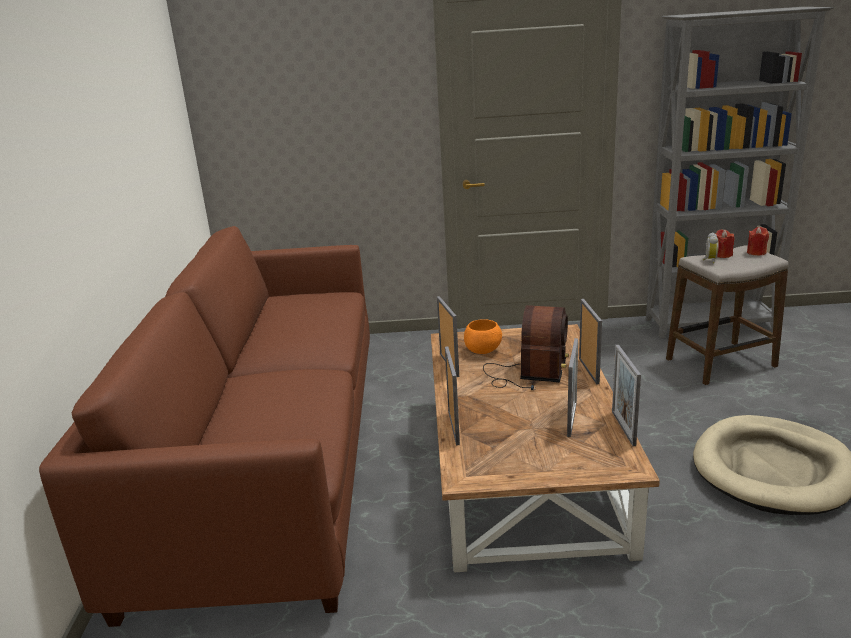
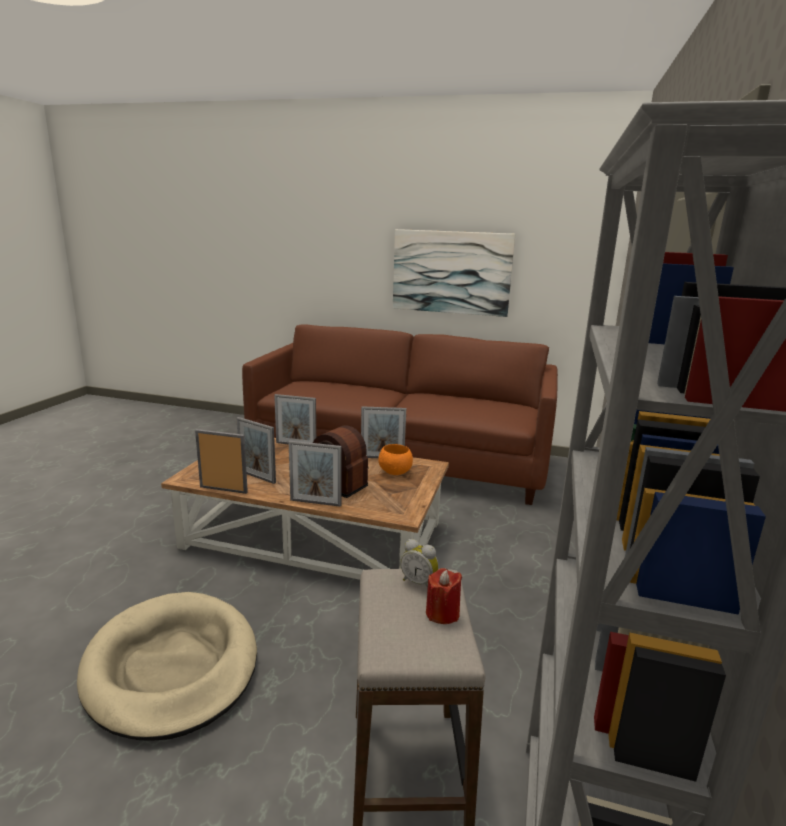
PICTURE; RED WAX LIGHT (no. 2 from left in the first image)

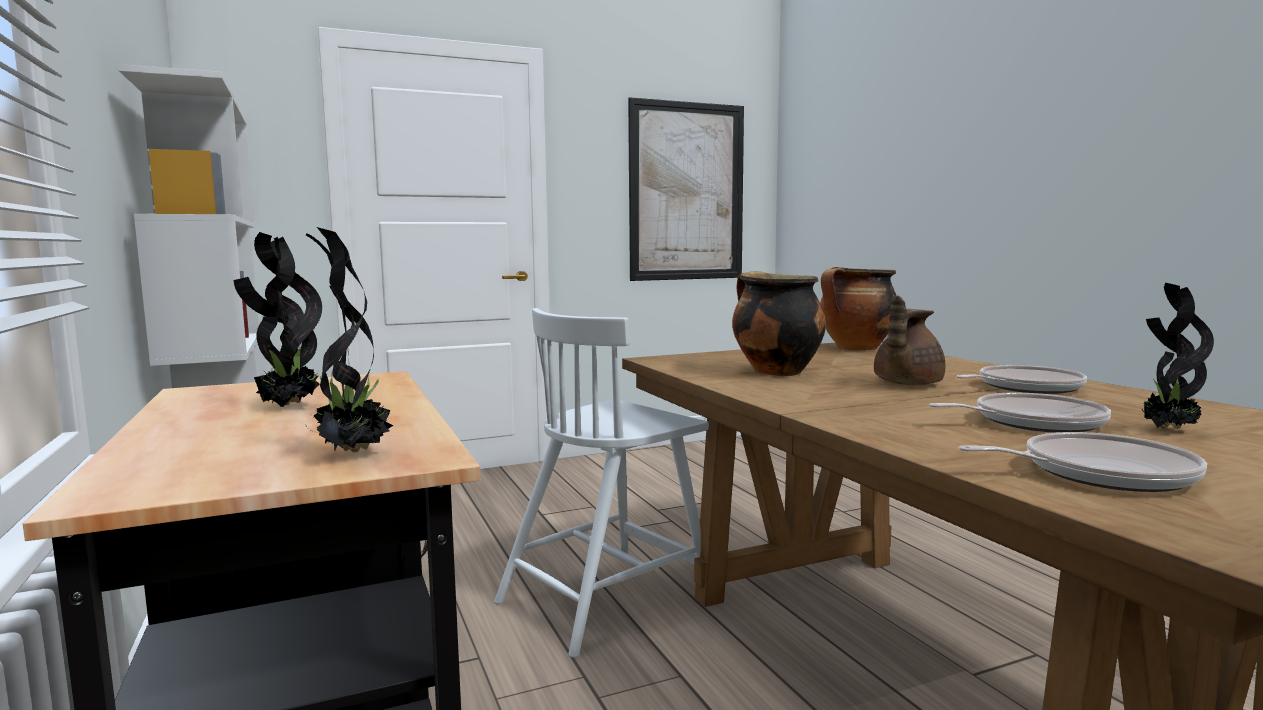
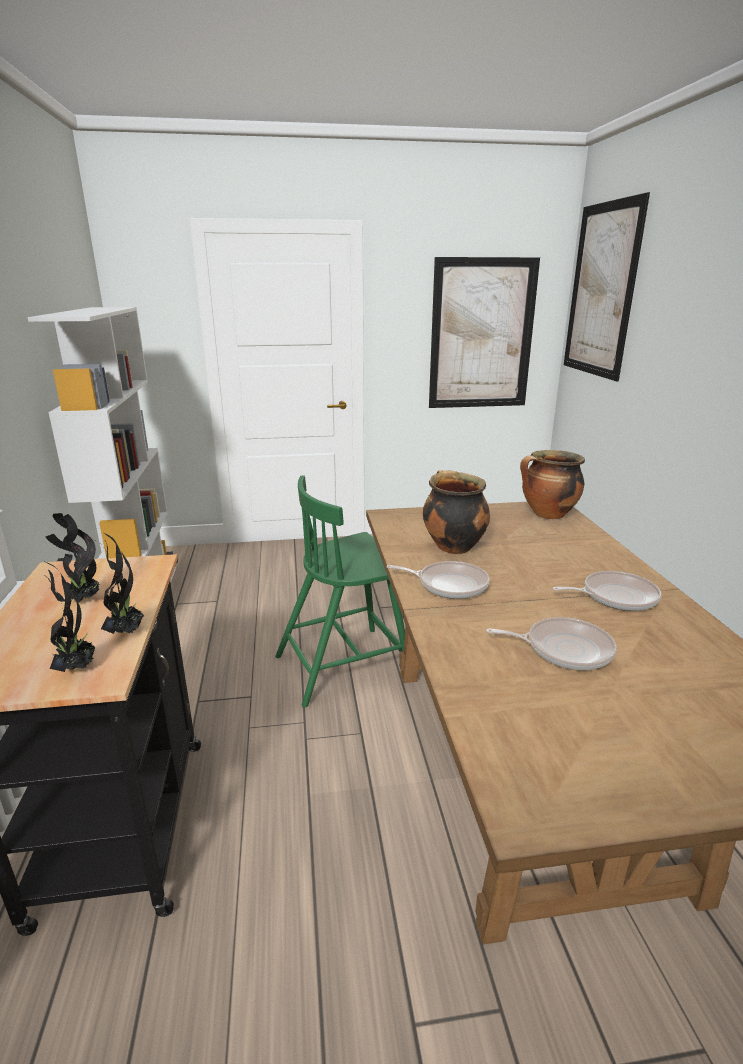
POTTED PLANT (no. 3 from left); GREEN PLAIN CHAIR; FRYING PAN (no. 1 from left); PICTURE (no. 2 from left); BROWNISH POT FOR TEA

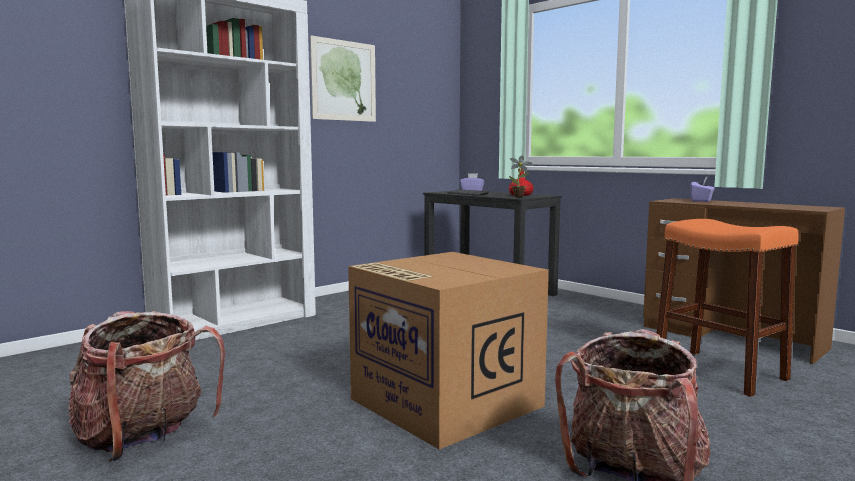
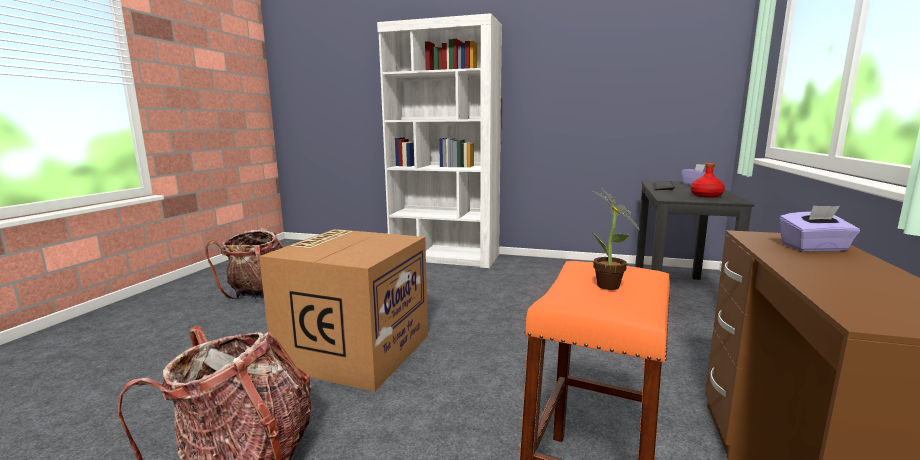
POTTED PLANT; PICTURE

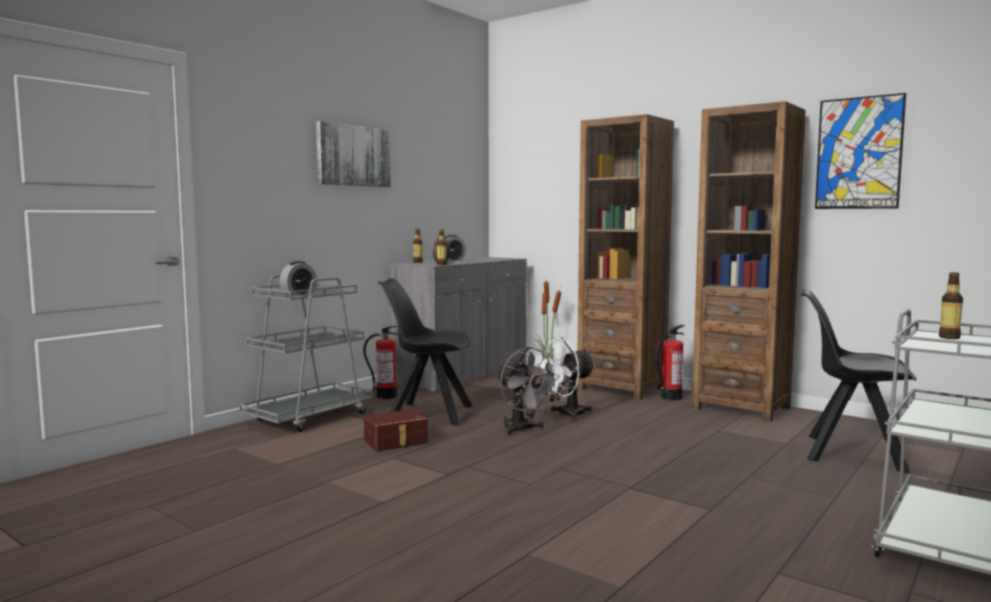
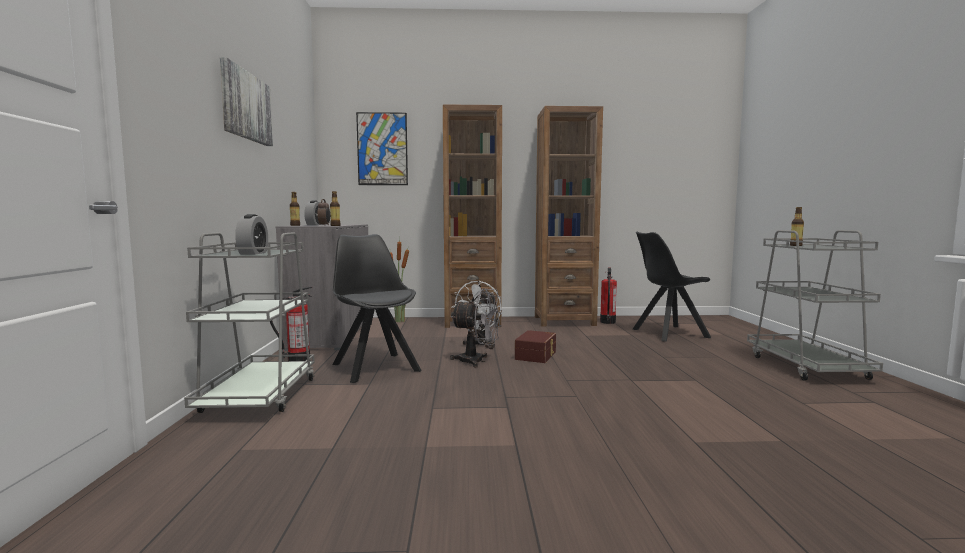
BLACK PLAIN CHAIR (no. 1 from left); PICTURE (no. 2 from left); BROWNISH STORAGE BOX; EXTINGUISHER (no. 2 from left)

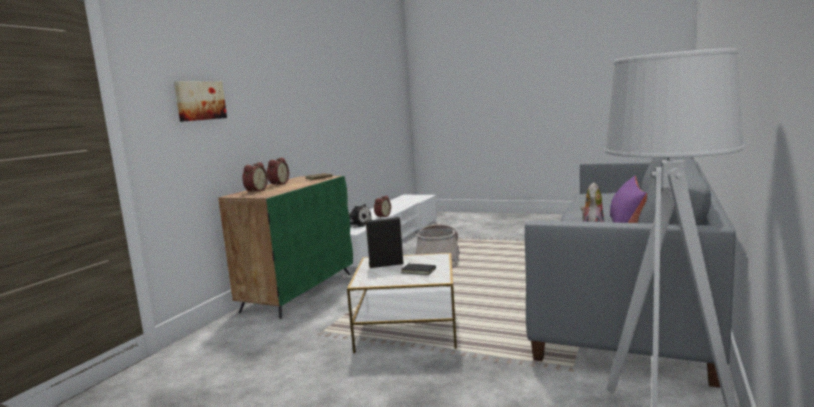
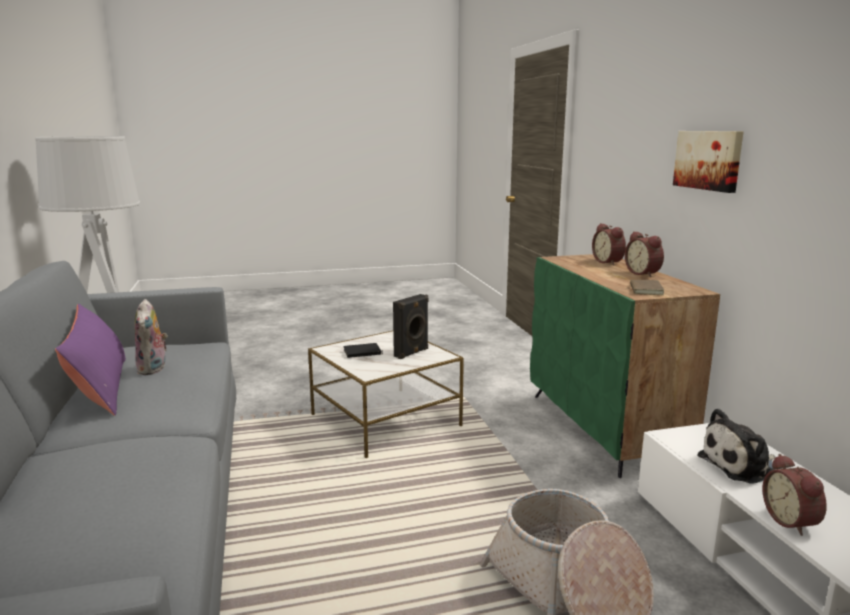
PICTURE

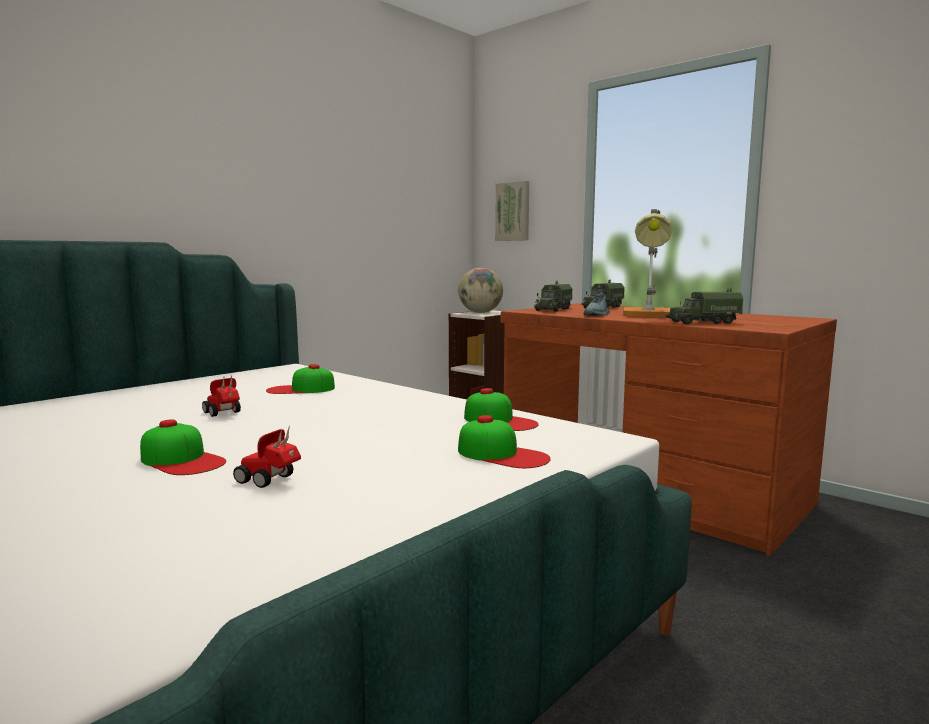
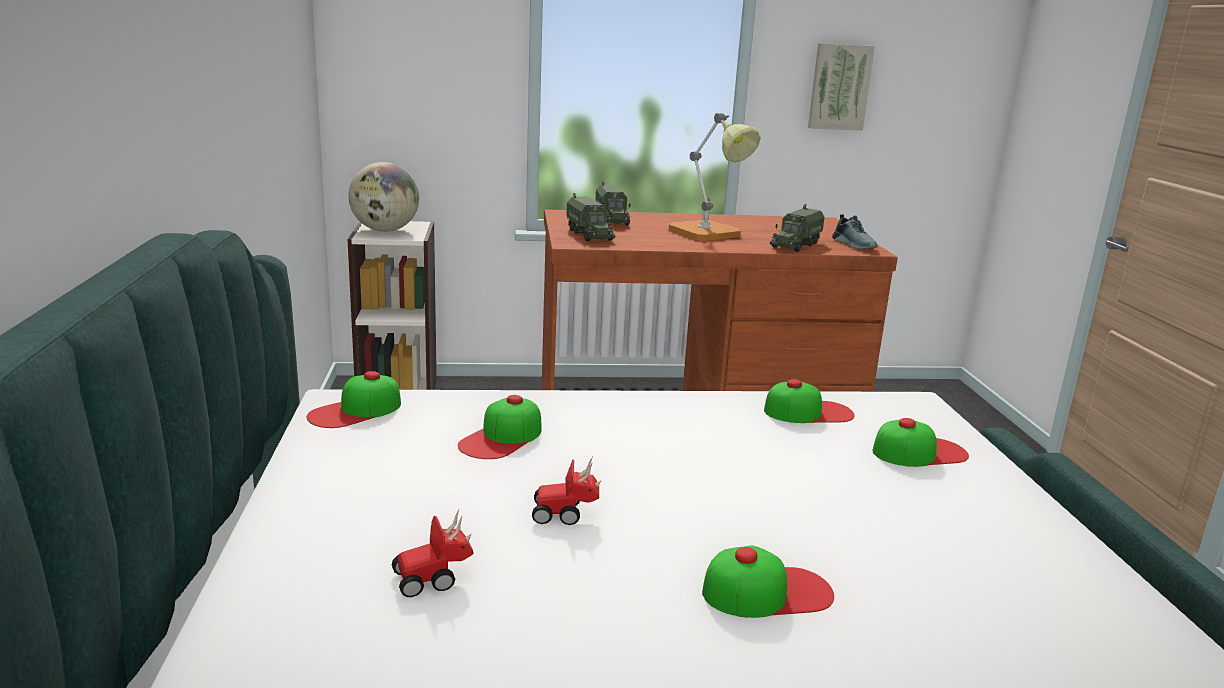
PEAKED CAP (no. 1 from left); MINIATURE CAR (no. 1 from left); PICTURE; ITEM OF FOOTWEAR

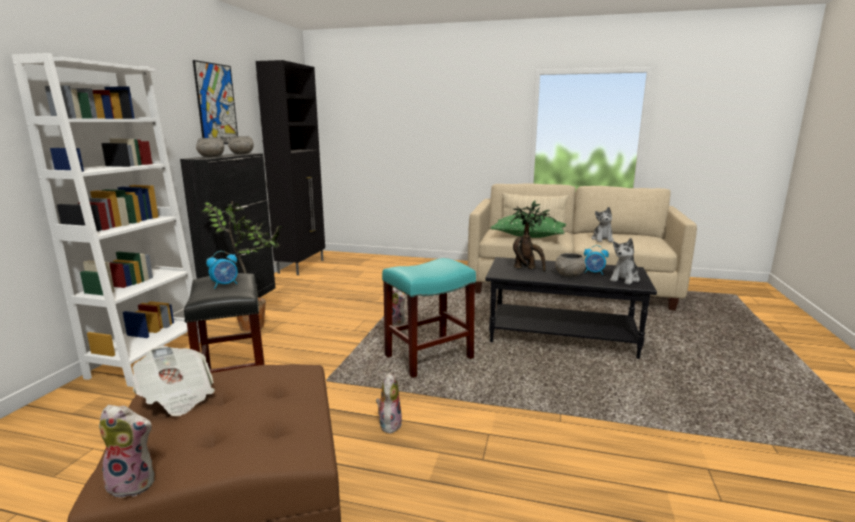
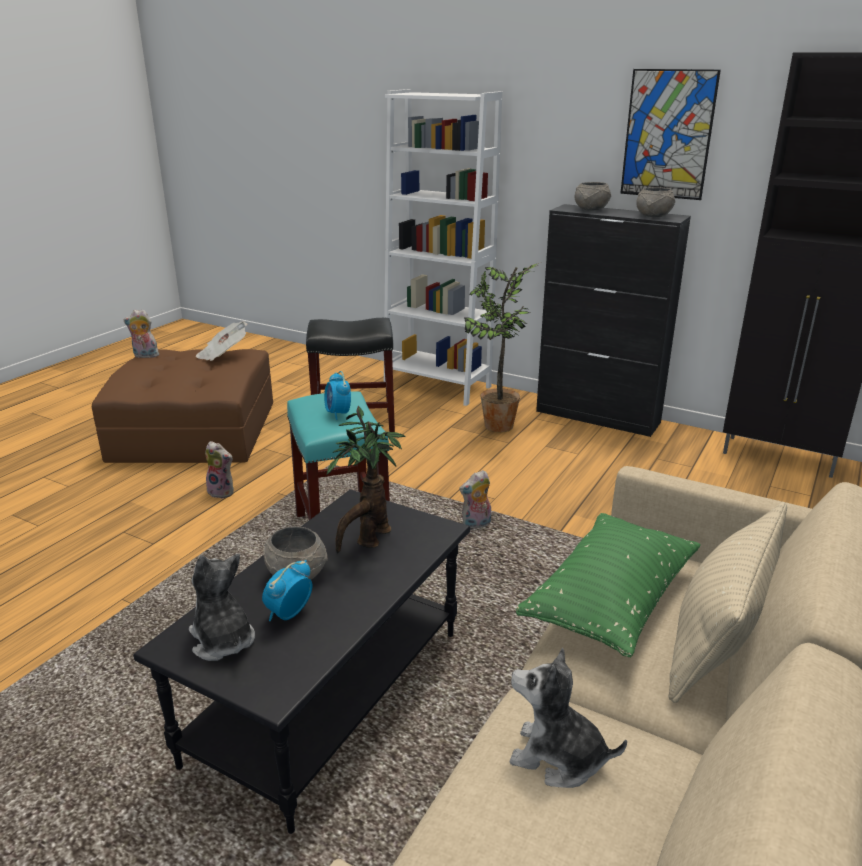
PLUSH TOY (no. 1 from left); ALARM CLOCK (no. 2 from left)

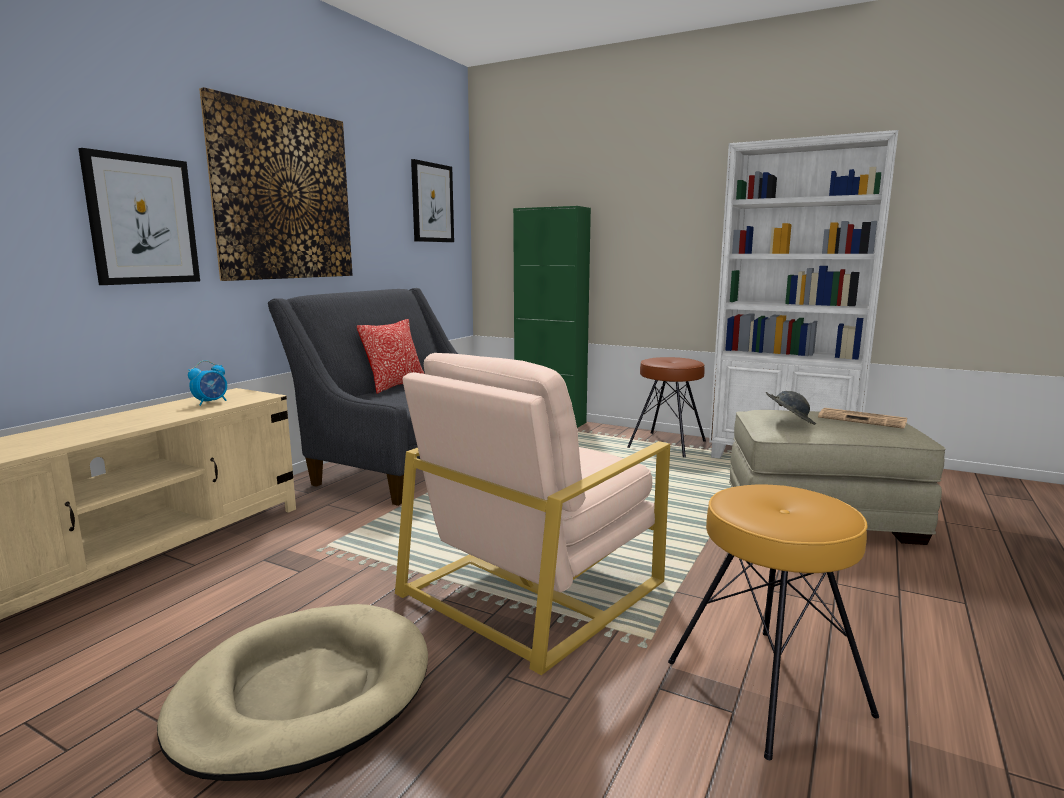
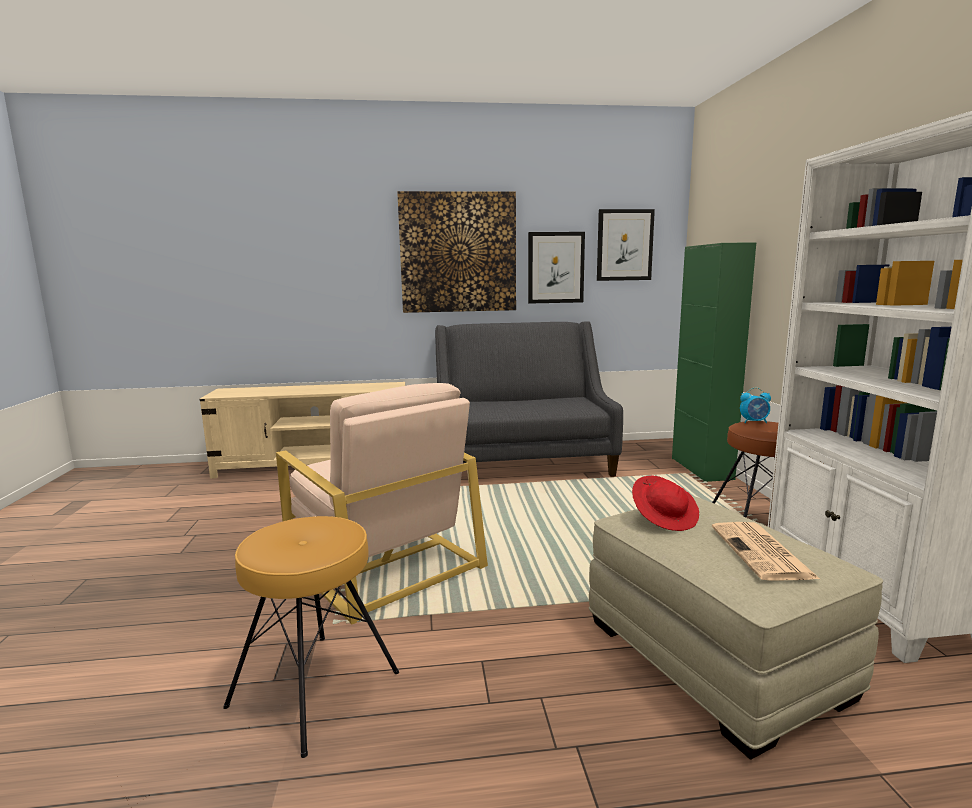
BEIGE LOUNGE CHAIR; PICTURE (no. 2 from left); RED WEARABLE HAT; ALARM CLOCK; BEIGE PET BED; THROW PILLOW

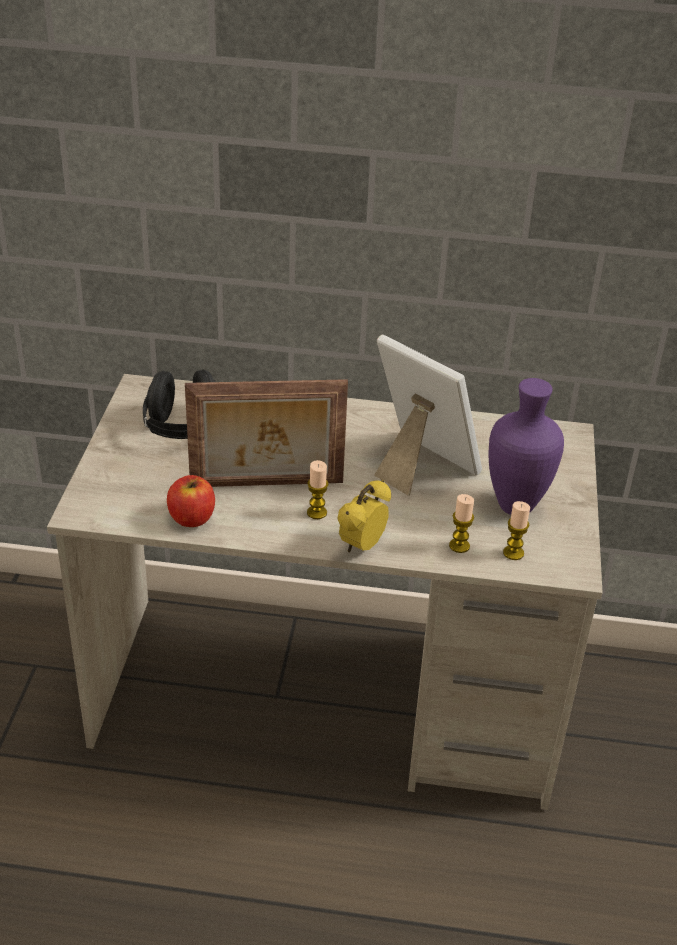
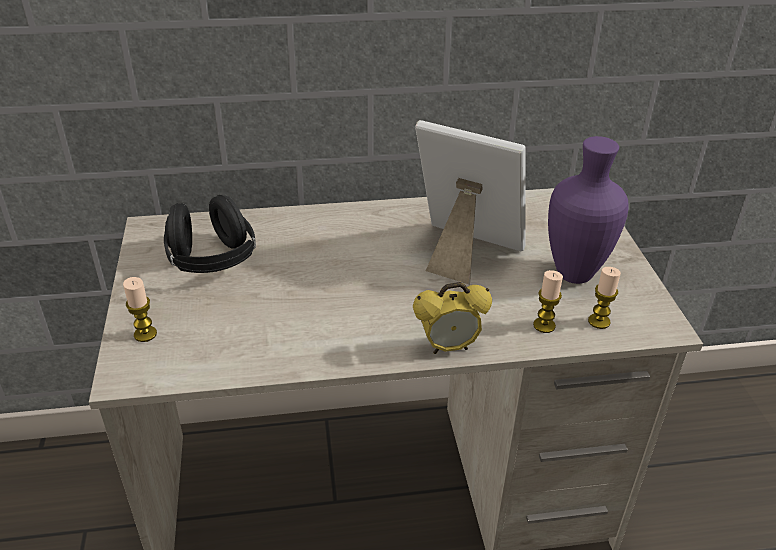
WAX LIGHT (no. 1 from left); ALARM CLOCK; APPLE; STANDING FRAME (no. 1 from left in the first image)

